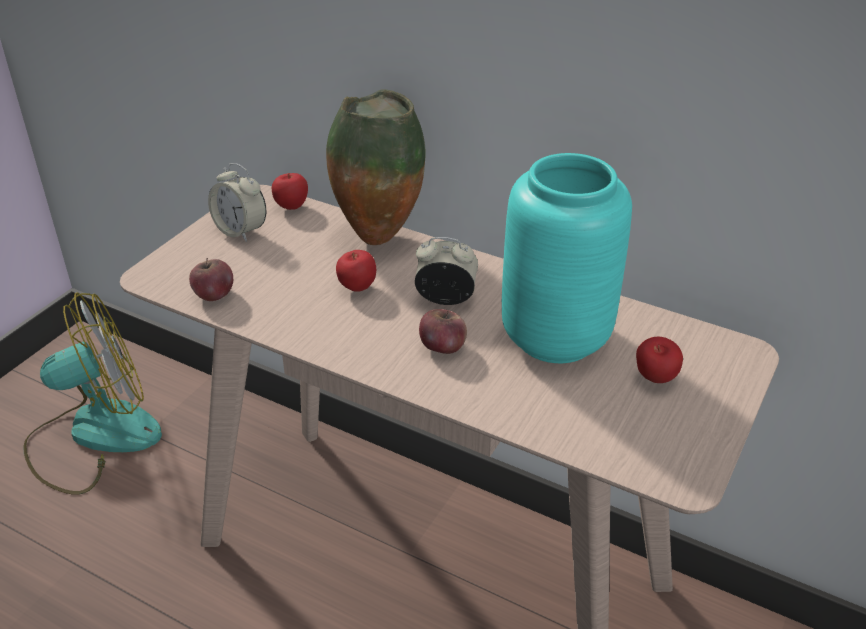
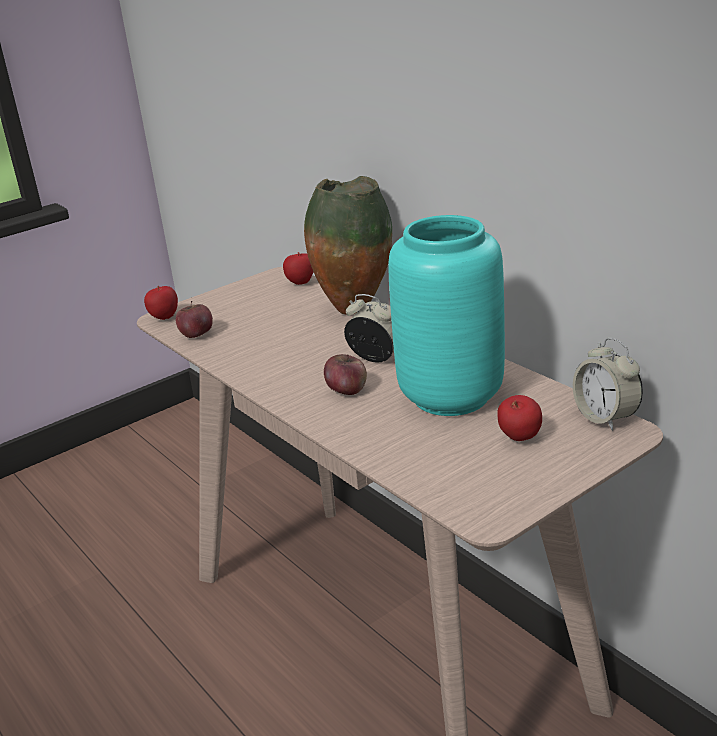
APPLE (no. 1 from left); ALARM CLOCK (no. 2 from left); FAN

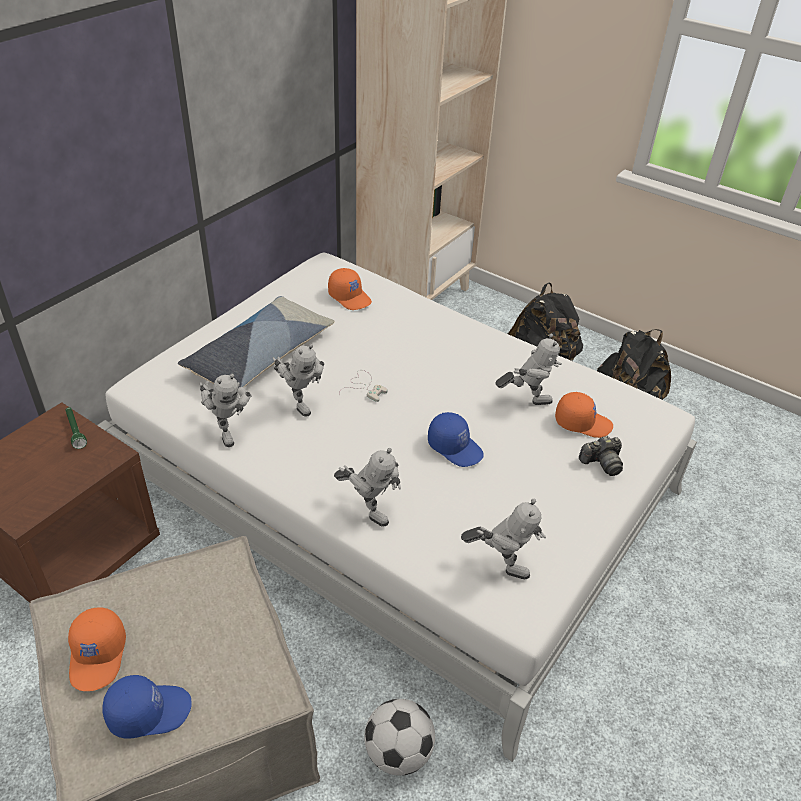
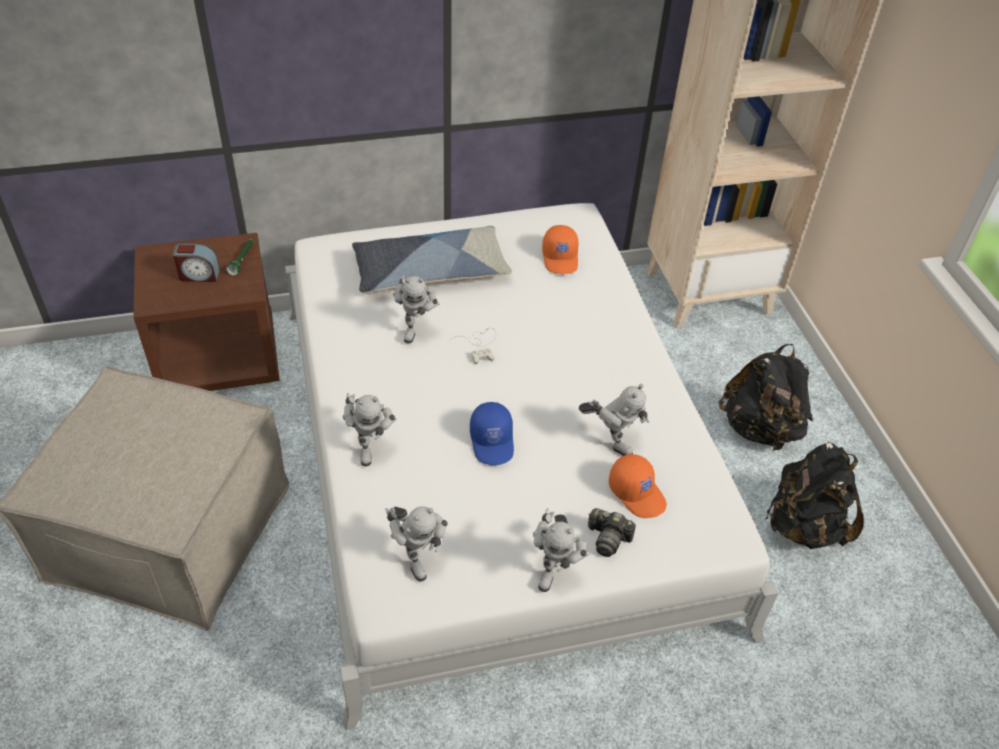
ALARM CLOCK; MODEL ROBOT (no. 4 from left); ORANGE-COLOURED PEAKED CAP (no. 1 from left in the first image); BLUE PEAKED CAP (no. 1 from left in the first image); FOOTBALL BALL

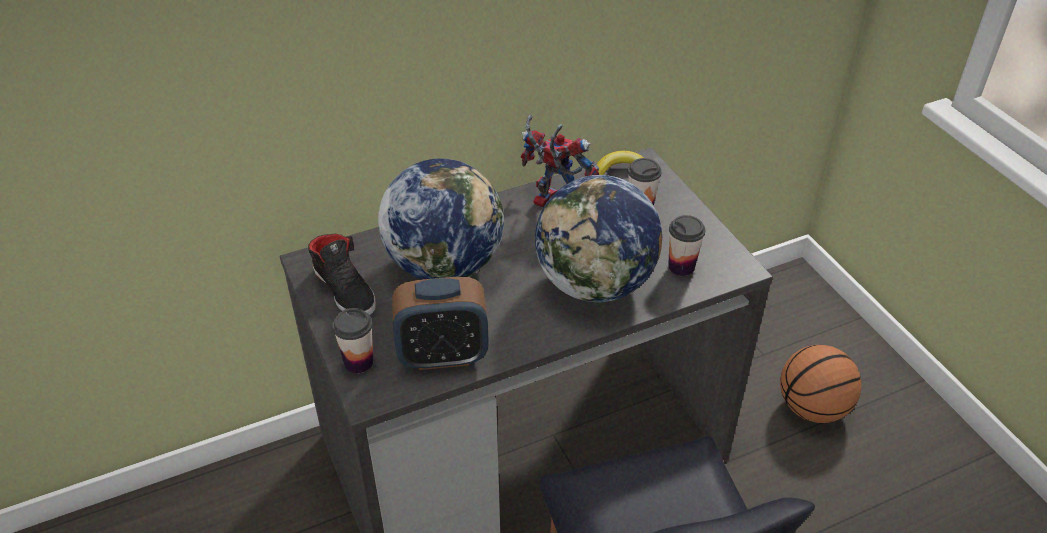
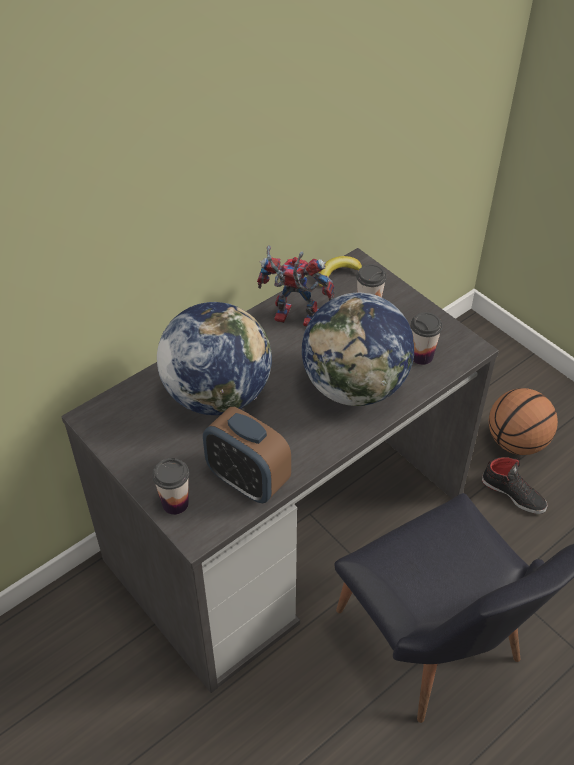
ALARM CLOCK; BLACK ITEM OF FOOTWEAR

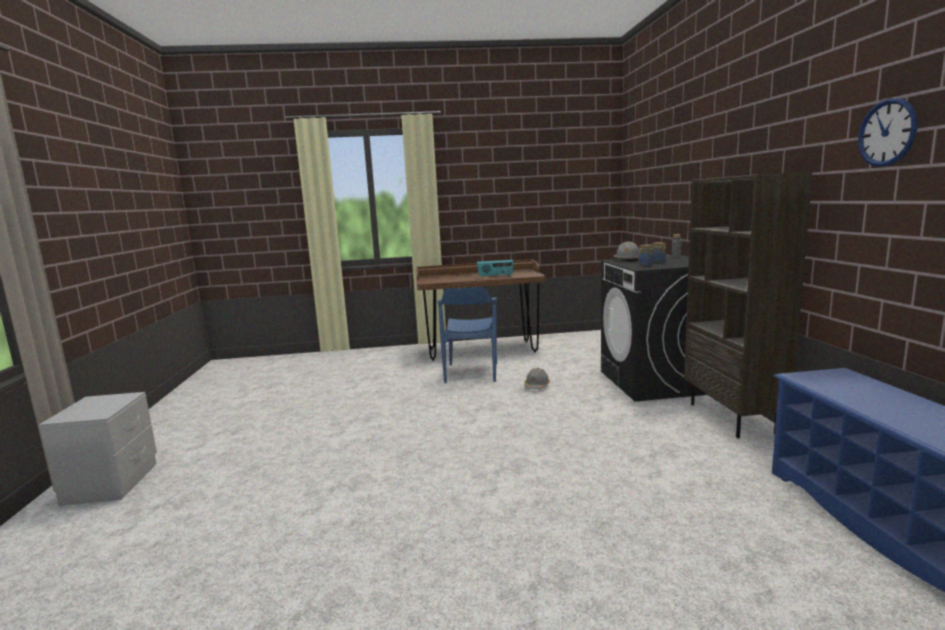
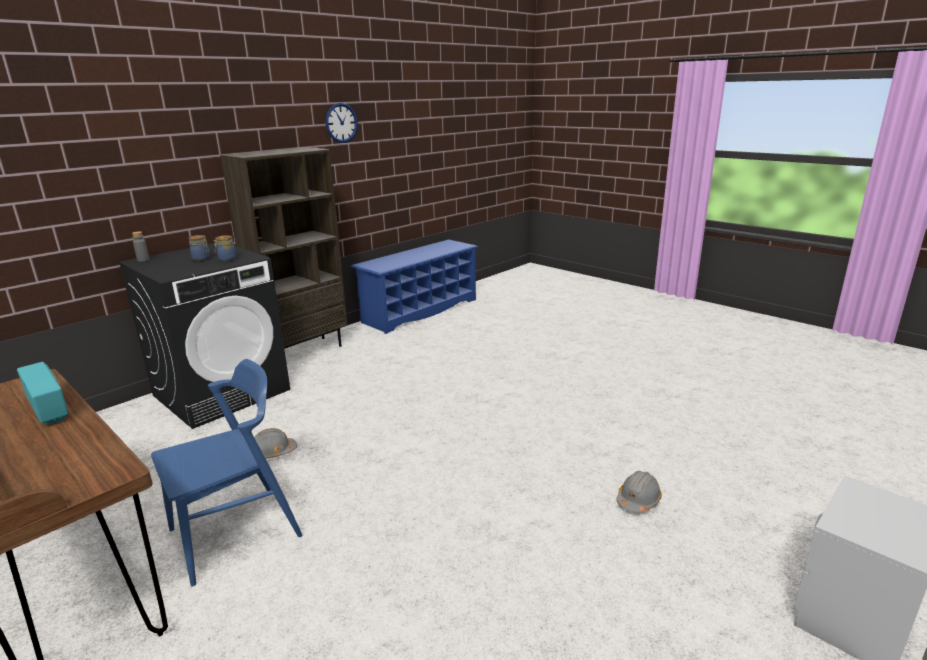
GREY WORK HELMET (no. 2 from left)

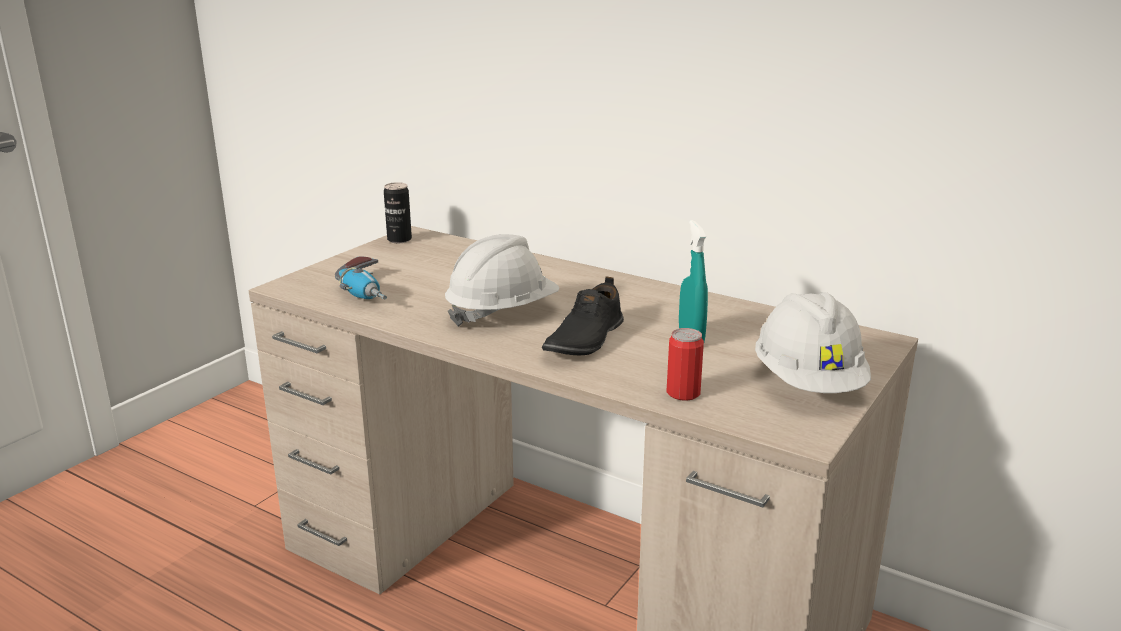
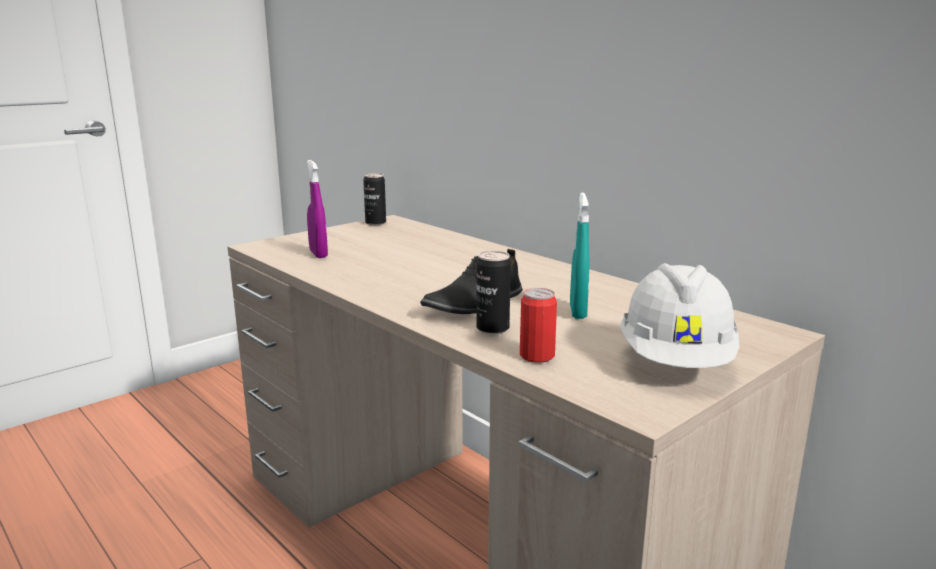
PURPLE SPRAY BOTTLE; CAN (no. 2 from left); WHITISH WORK HELMET (no. 1 from left in the first image)

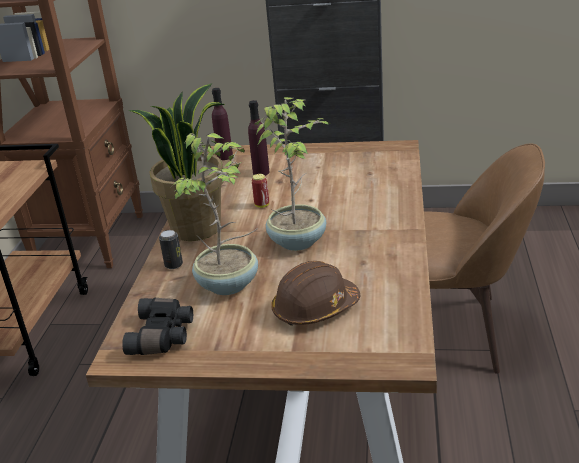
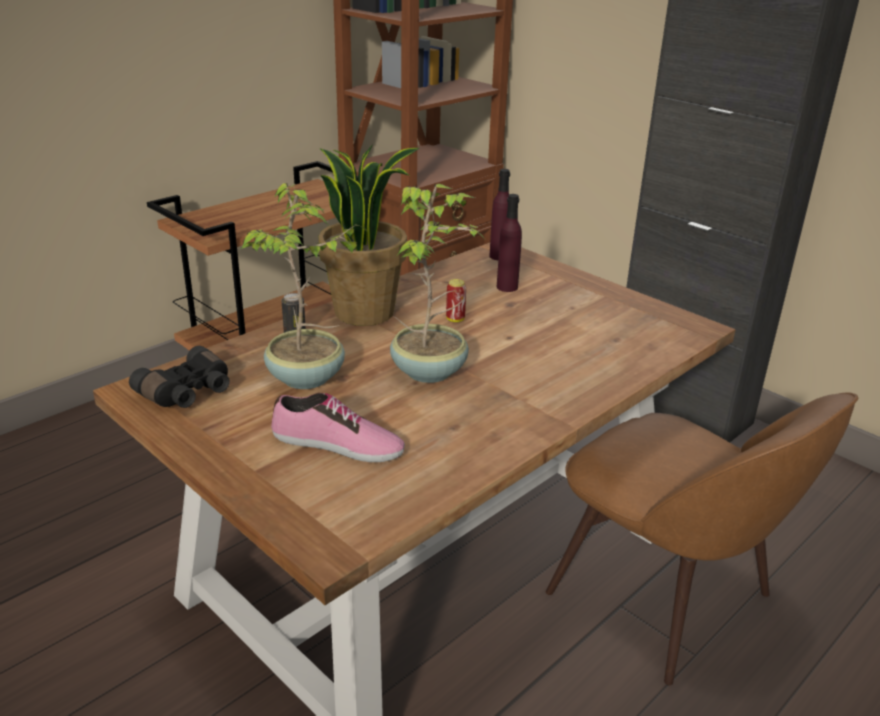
ITEM OF FOOTWEAR

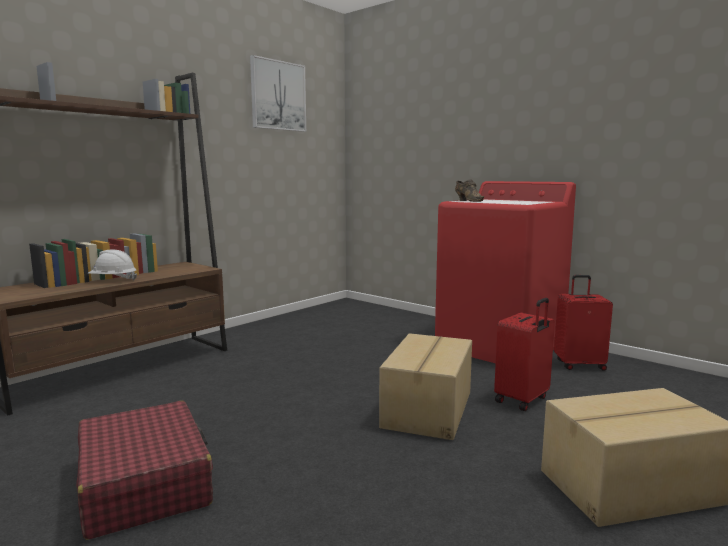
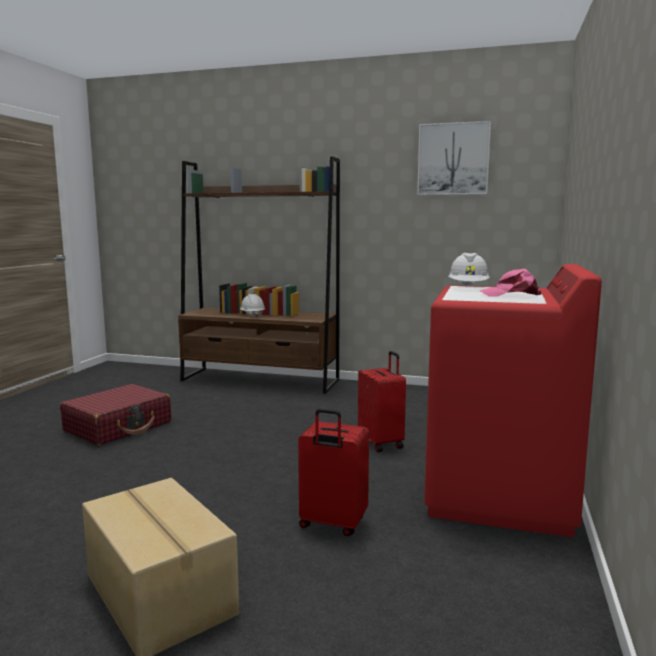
RED TRAVEL CASE (no. 3 from left); WHITISH WORK HELMET (no. 2 from left); PINK PEAKED CAP; CARTON (no. 1 from left in the first image)

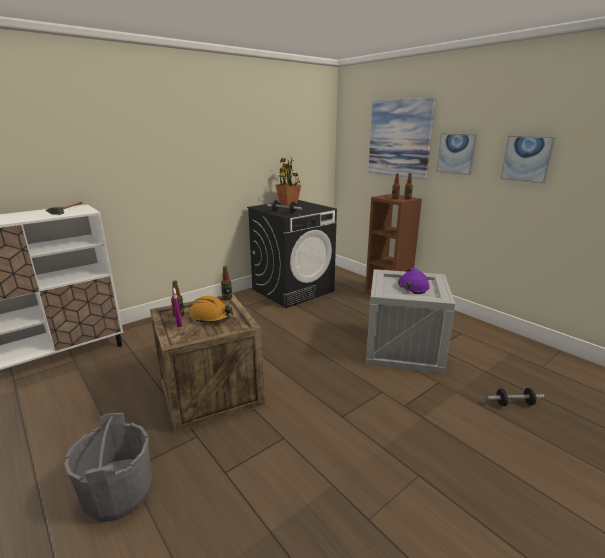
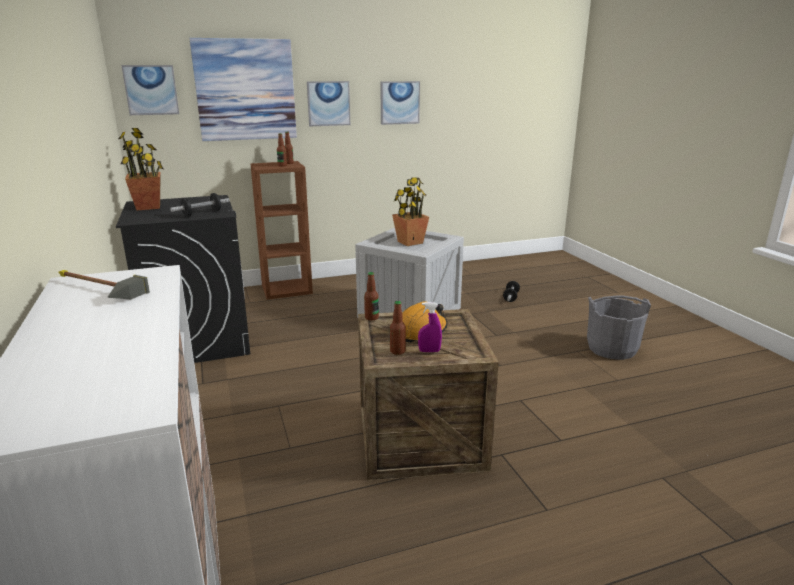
PICTURE (no. 1 from left); POTTED PLANT (no. 2 from left); GREY BUCKET

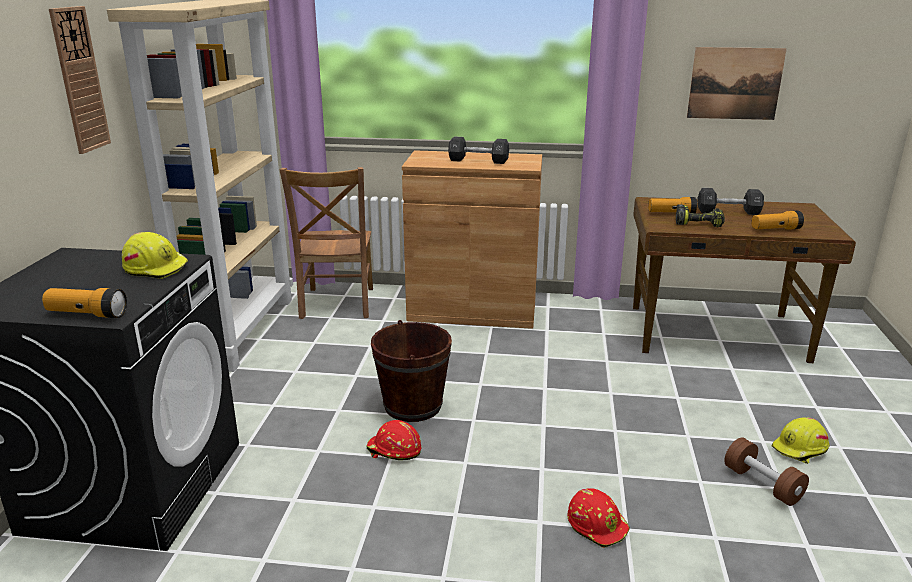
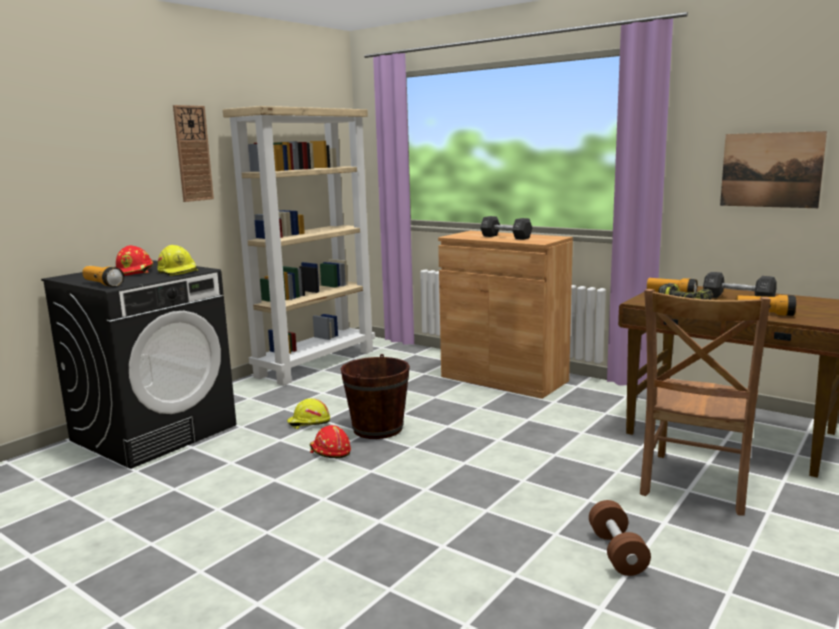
RED WORK HELMET (no. 1 from left); YELLOW-COLOURED WORK HELMET (no. 2 from left); BROWNISH PLAIN CHAIR

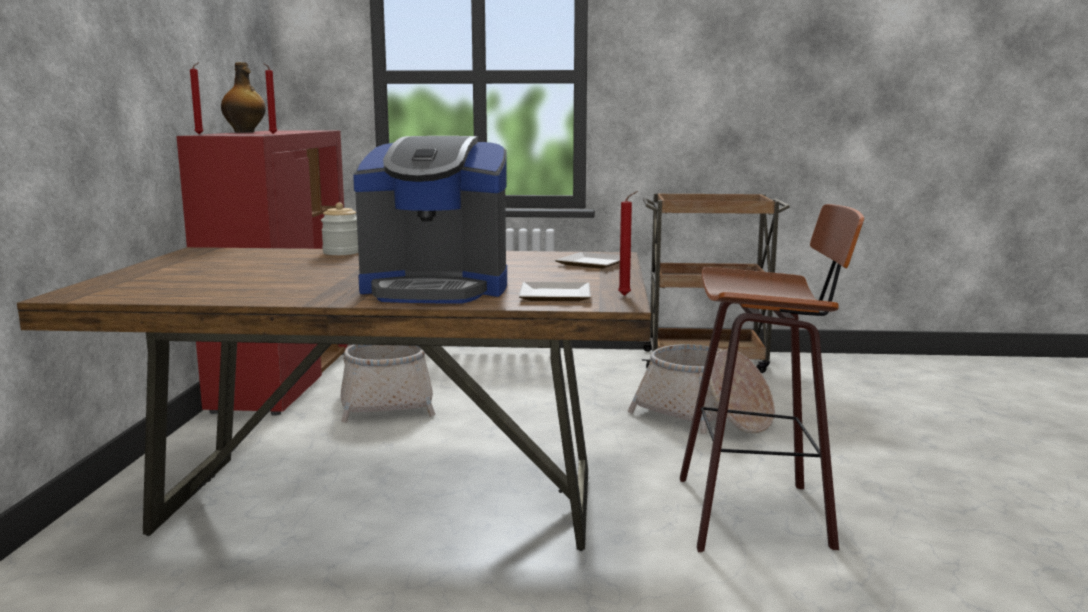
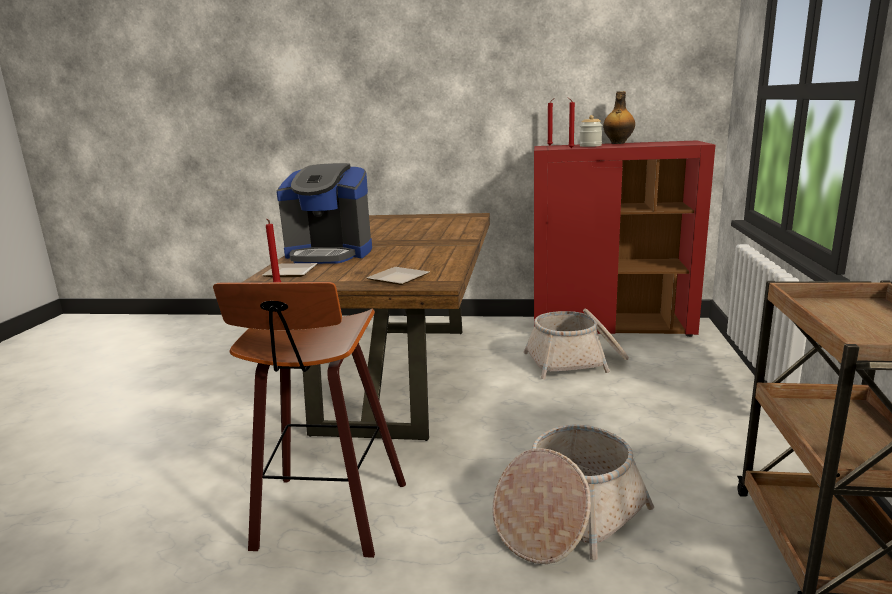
COFFEE BREWER; PRESERVE JAR

